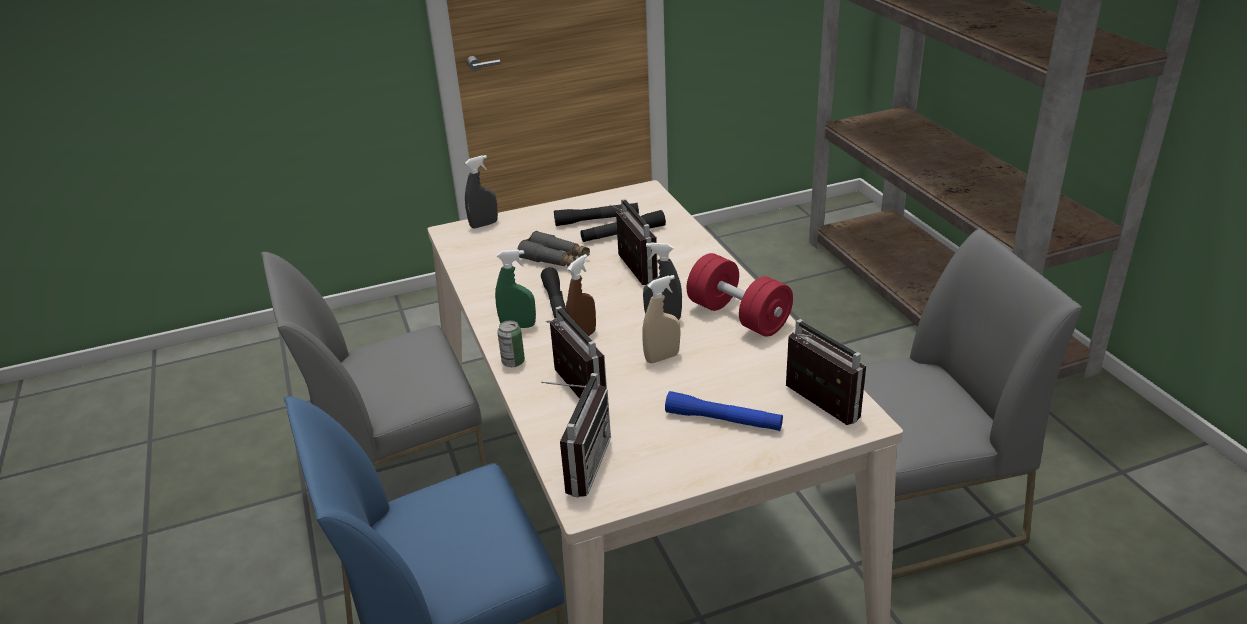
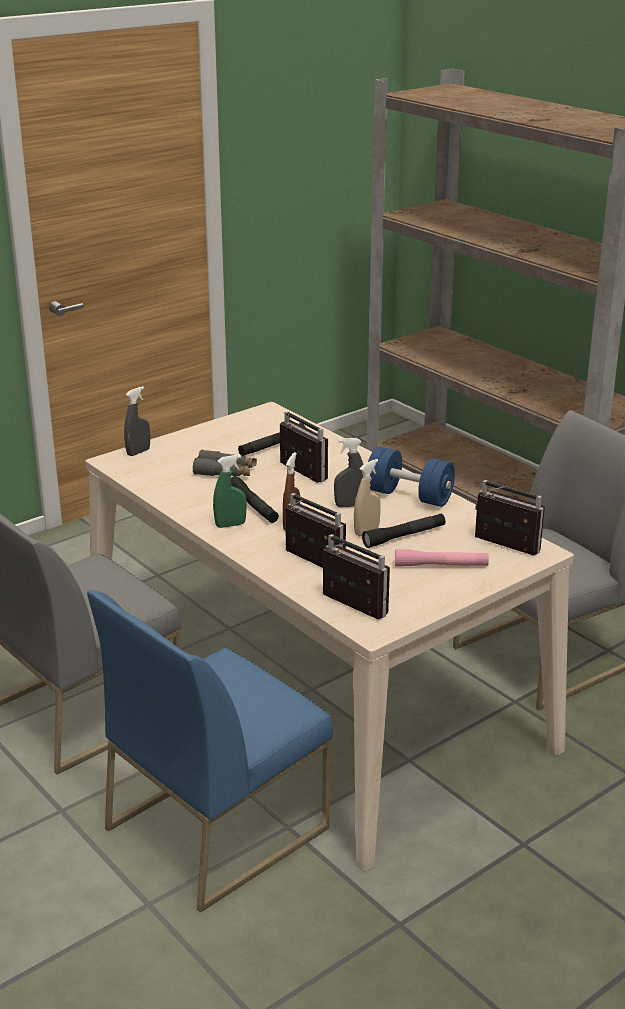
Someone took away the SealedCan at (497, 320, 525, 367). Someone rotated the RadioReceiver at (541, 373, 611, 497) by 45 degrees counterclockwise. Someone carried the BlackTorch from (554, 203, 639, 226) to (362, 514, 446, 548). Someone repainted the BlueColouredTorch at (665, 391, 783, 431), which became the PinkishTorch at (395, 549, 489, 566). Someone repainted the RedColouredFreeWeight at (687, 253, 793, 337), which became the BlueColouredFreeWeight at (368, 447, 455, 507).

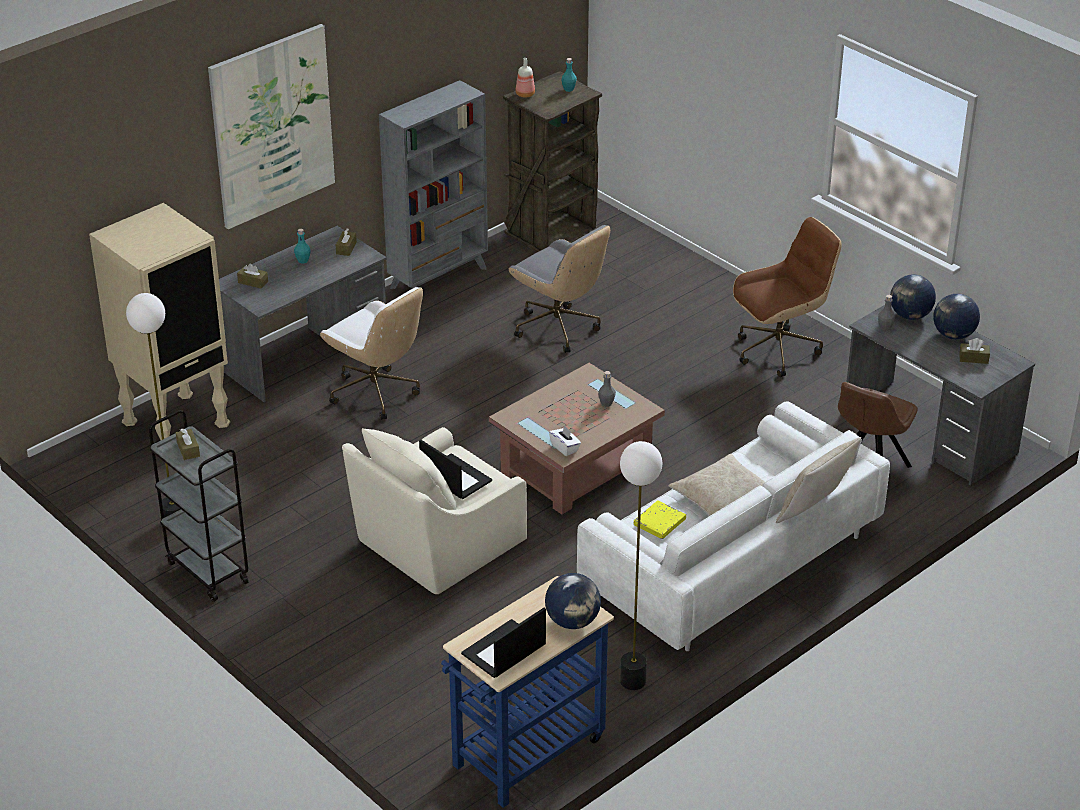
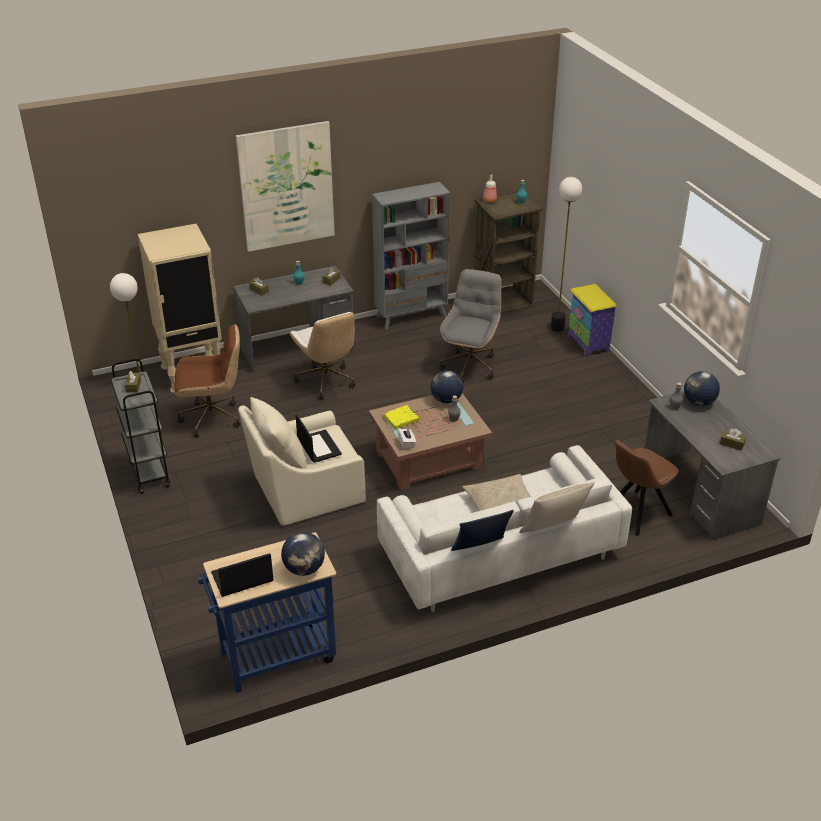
Someone rotated the GrayDeskChair at (509, 225, 610, 353) by 135 degrees counterclockwise. Someone carried the StandardLamp from (620, 441, 662, 690) to (550, 177, 582, 332). Someone carried the YellowishBoundBook from (634, 501, 686, 539) to (383, 405, 419, 429). Someone carried the BrownishDeskChair from (733, 217, 842, 377) to (174, 324, 240, 438). Someone carried the DeskGlobe from (933, 294, 980, 340) to (430, 370, 463, 403). Someone put down the BlueColouredThrowPillow at (451, 510, 514, 551). Someone put down the BedsideTable at (568, 284, 617, 357).

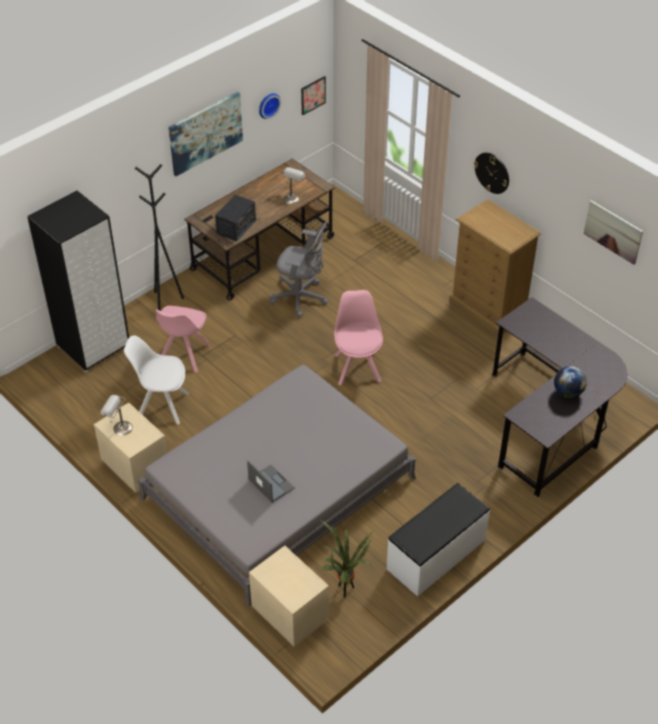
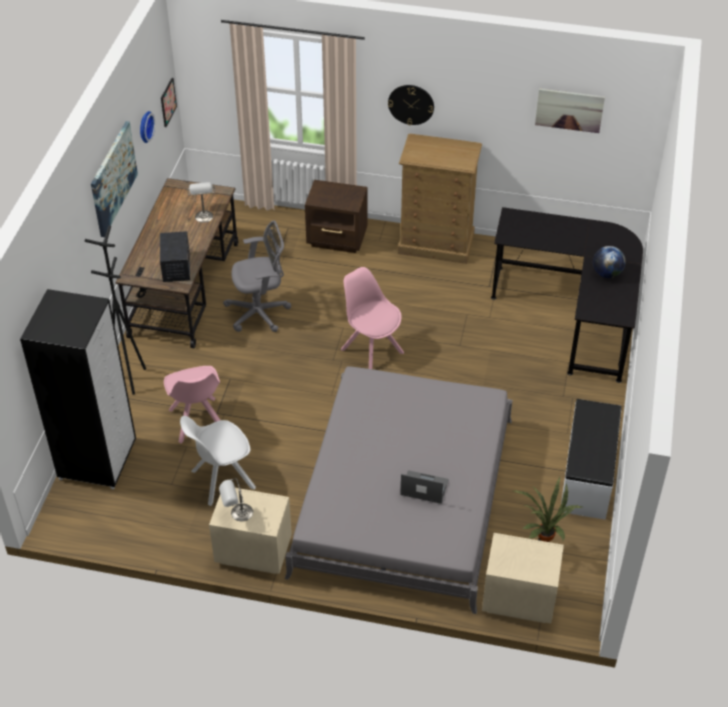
Someone put down the BrownishBedsideTable at (305, 180, 368, 253).

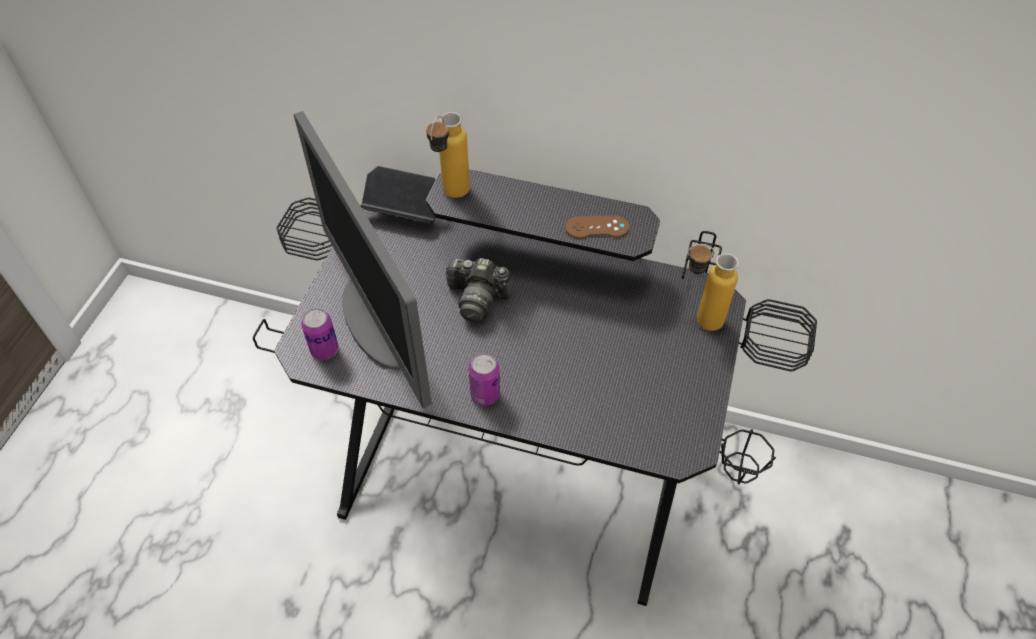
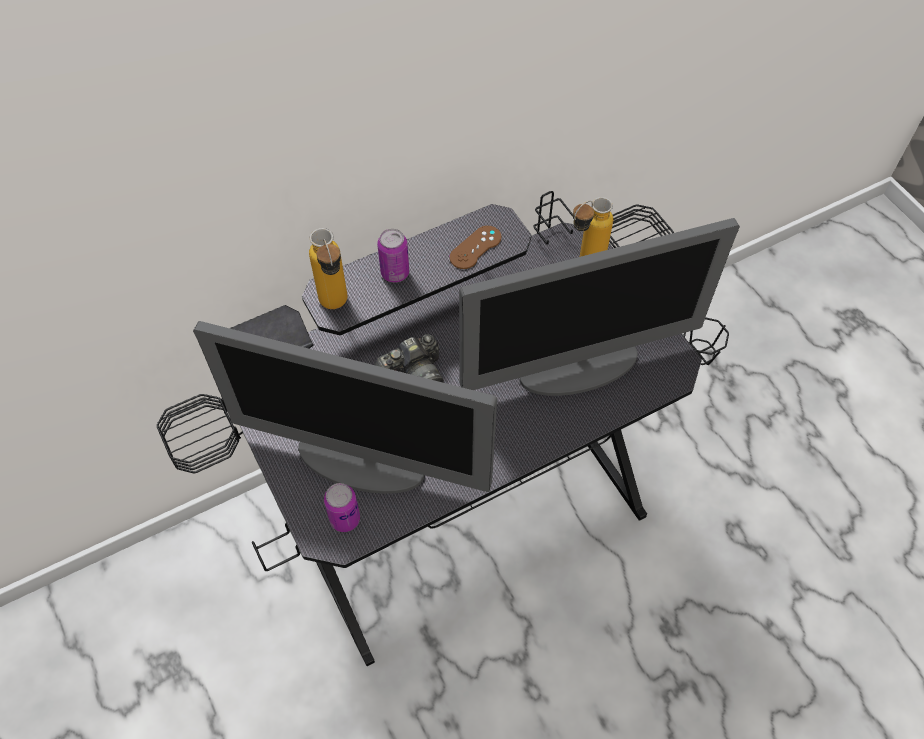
Someone carried the SealedCan from (469, 353, 500, 405) to (377, 229, 409, 283). Someone put down the Monitor at (459, 218, 740, 396).

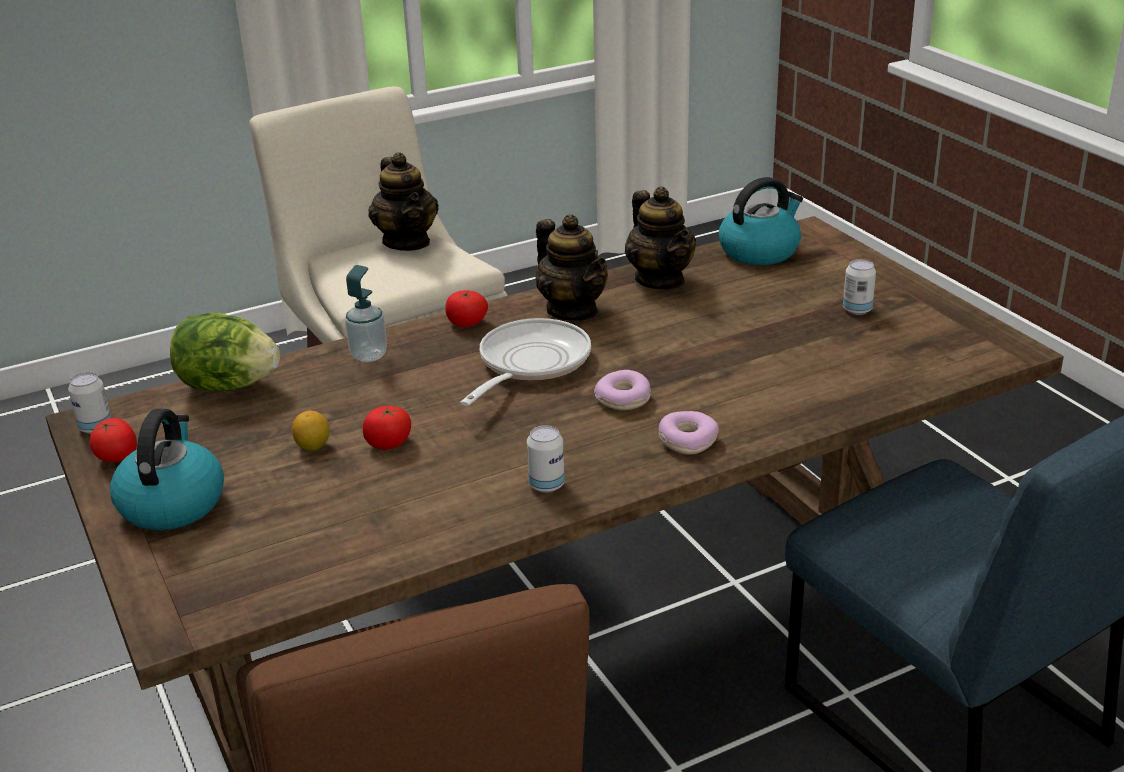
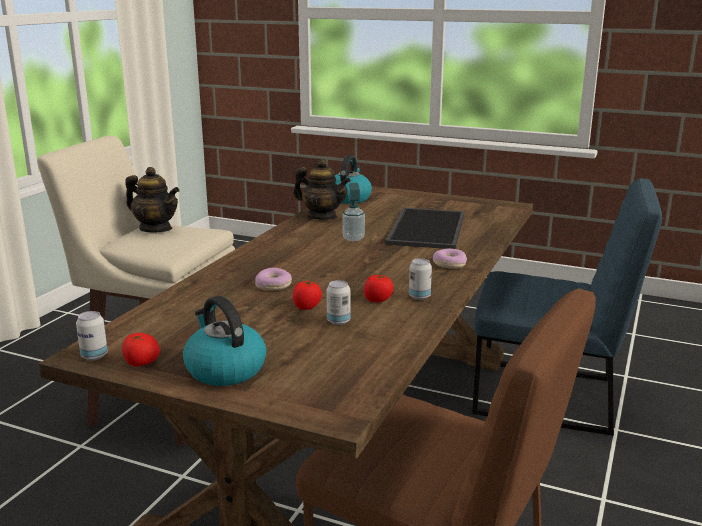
Someone took away the Lettuce at (170, 313, 280, 391). Someone took away the WholeLemon at (292, 411, 330, 451). Someone carried the SoapBottle from (345, 265, 387, 362) to (343, 183, 365, 241). Someone carried the FreshTomato from (445, 290, 488, 327) to (364, 275, 393, 302). Someone took away the Skillet at (460, 318, 591, 406). Someone took away the Teapot at (536, 214, 608, 321). Someone carried the Doughnut from (594, 370, 651, 410) to (255, 268, 292, 291). Someone carried the SealedCan from (843, 259, 876, 315) to (327, 280, 350, 325). Someone put down the Tray at (385, 208, 465, 249).

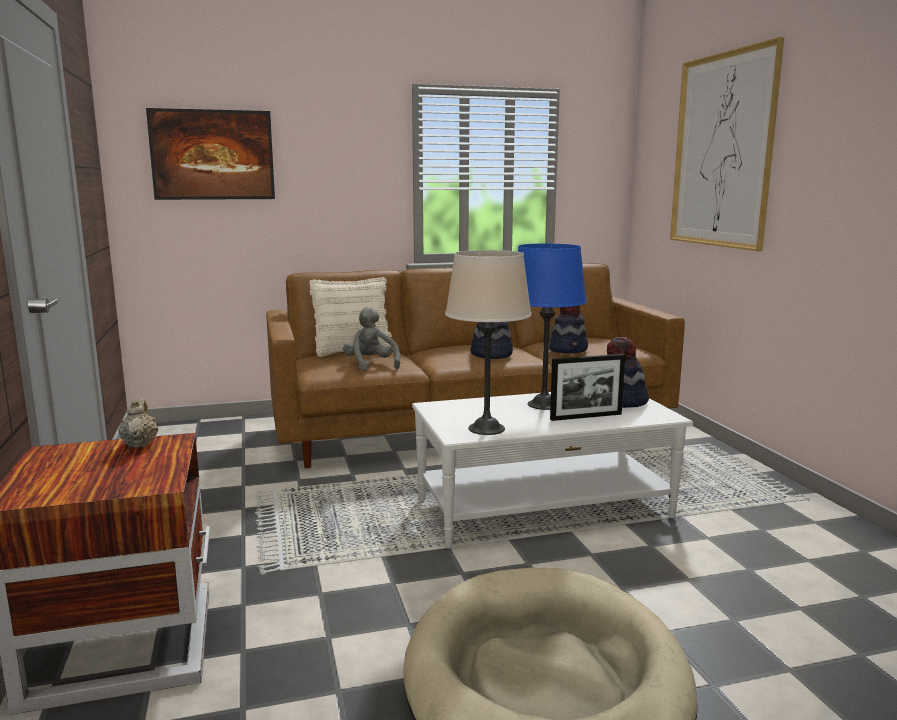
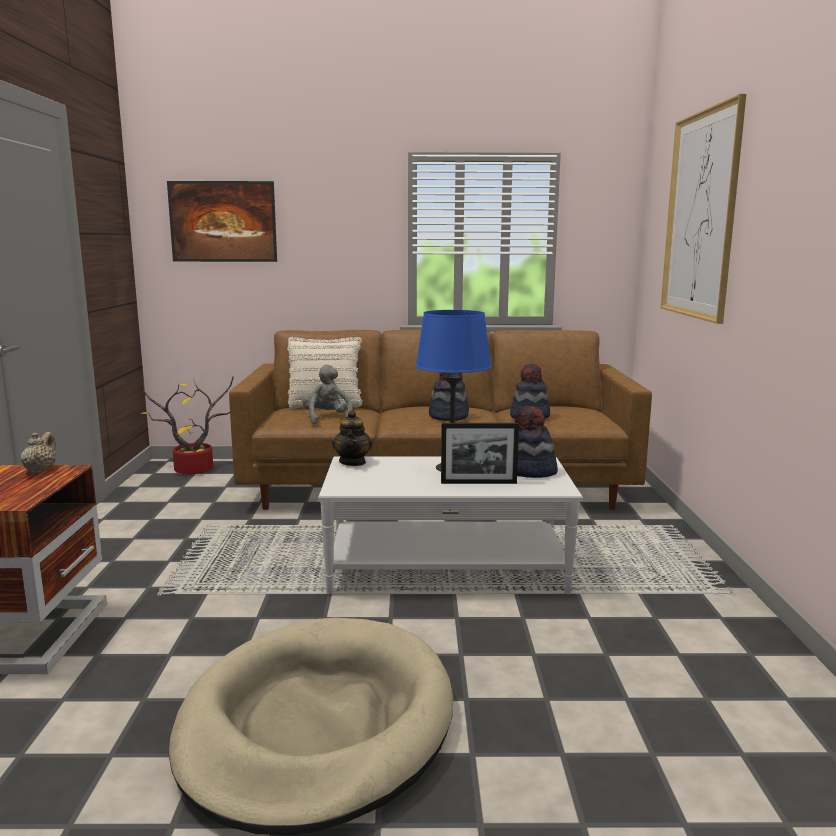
Someone took away the BeigeColouredTableLamp at (445, 250, 531, 435). Someone put down the PlantInAPot at (140, 376, 234, 474). Someone put down the Teapot at (332, 410, 373, 466).

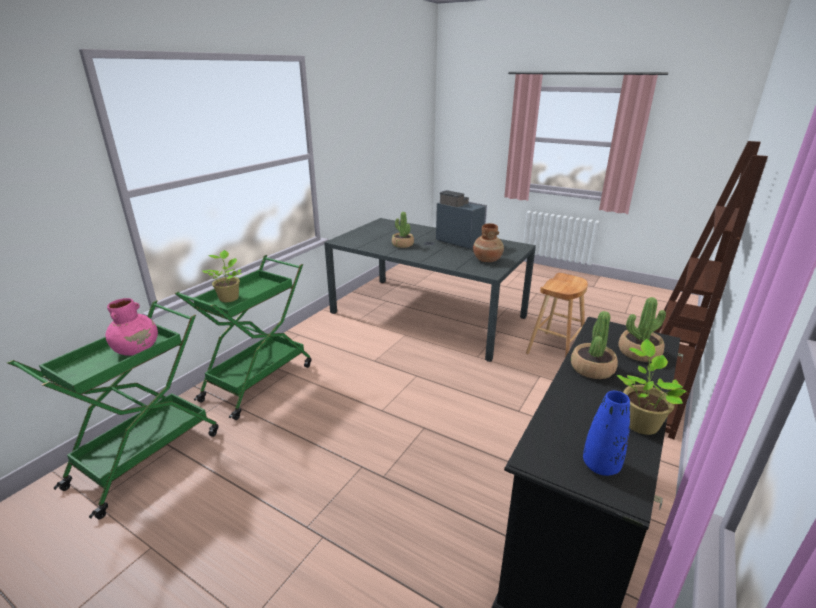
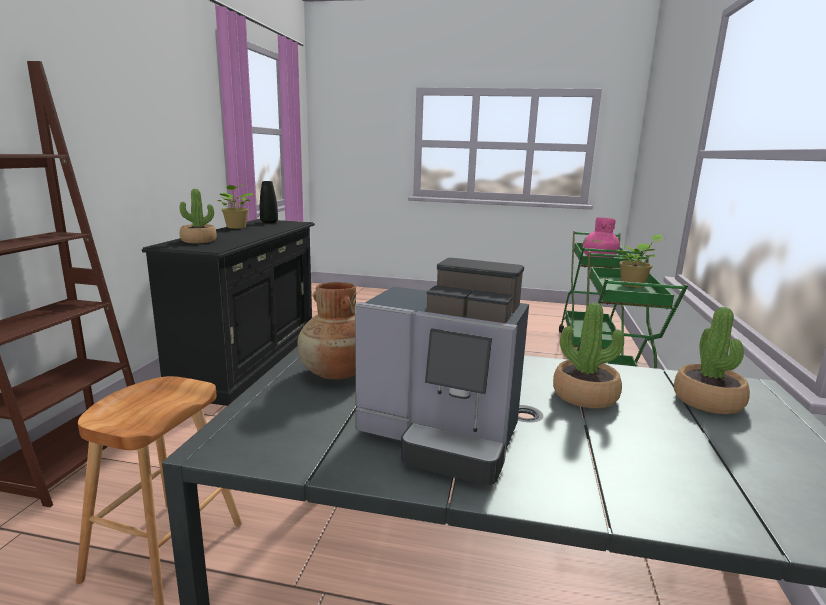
Someone carried the PlantInAPot from (571, 311, 618, 379) to (674, 307, 750, 414). Someone repainted the BlueColouredFlowerVase at (583, 391, 630, 476), which became the BlackFlowerVase at (260, 181, 278, 223).

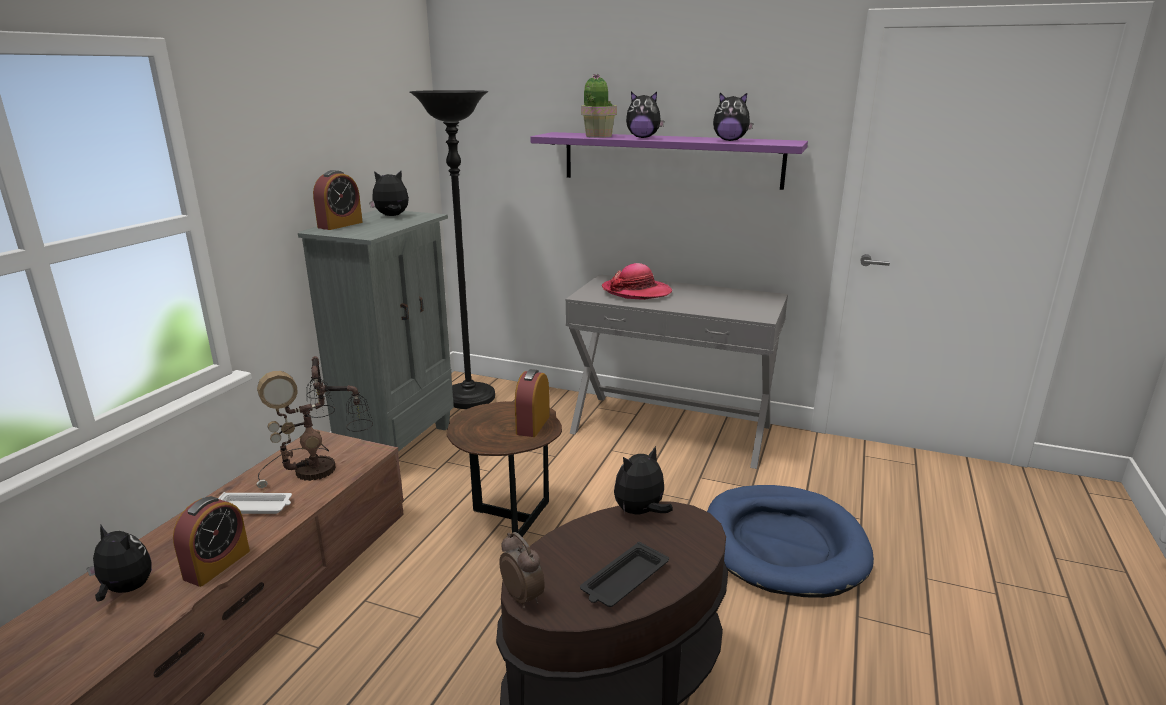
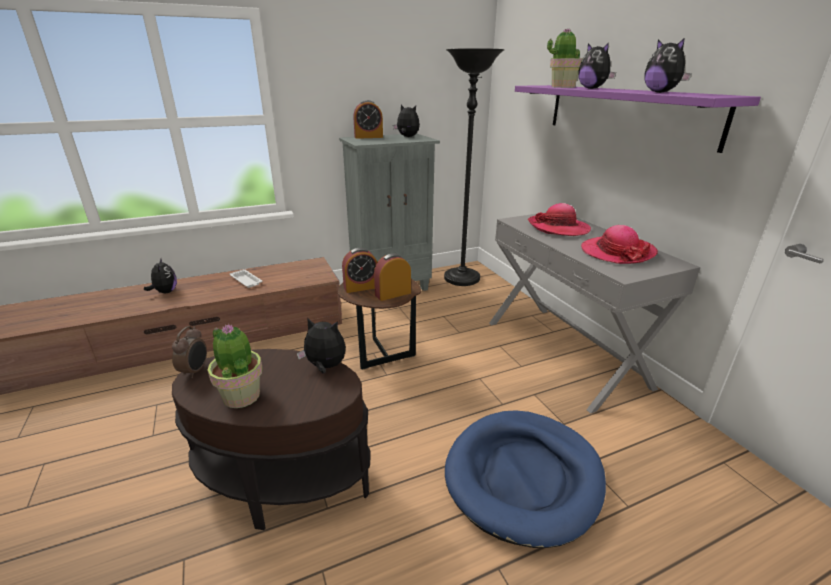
Someone carried the AlarmClock from (173, 496, 250, 587) to (342, 248, 377, 293). Someone took away the TableLamp at (256, 356, 373, 488). Someone swapped the BlackTray at (580, 542, 669, 607) for the PlantInAPot at (208, 324, 263, 408). Someone put down the ClothingHat at (581, 225, 658, 264).

